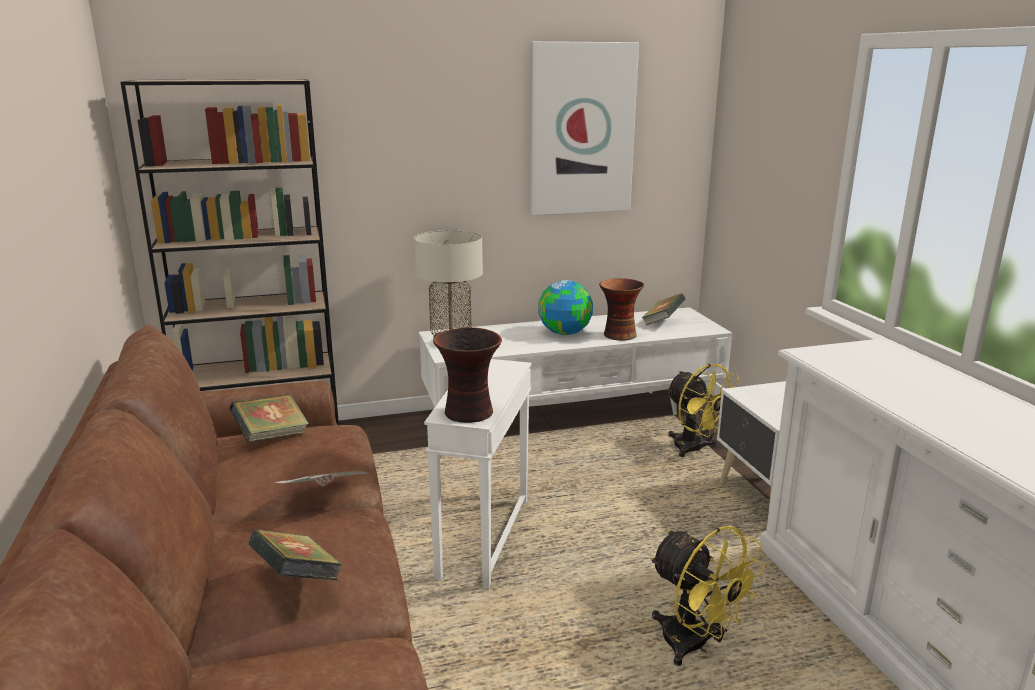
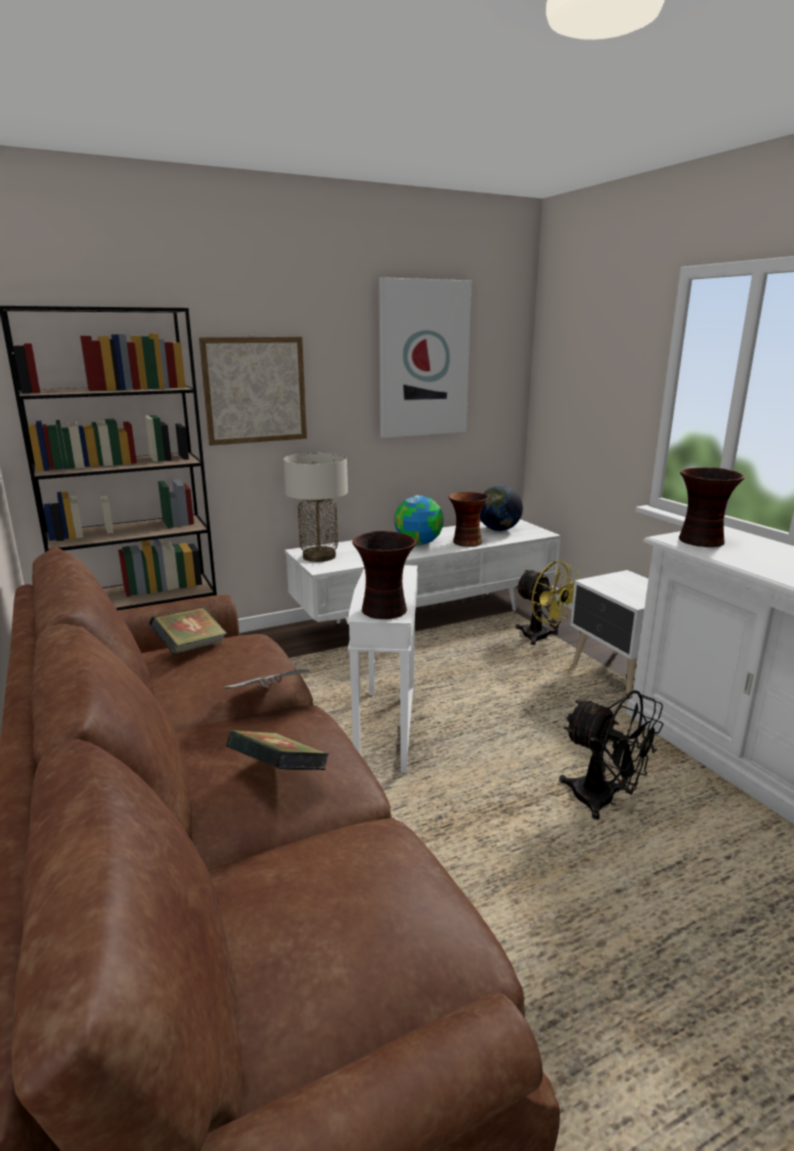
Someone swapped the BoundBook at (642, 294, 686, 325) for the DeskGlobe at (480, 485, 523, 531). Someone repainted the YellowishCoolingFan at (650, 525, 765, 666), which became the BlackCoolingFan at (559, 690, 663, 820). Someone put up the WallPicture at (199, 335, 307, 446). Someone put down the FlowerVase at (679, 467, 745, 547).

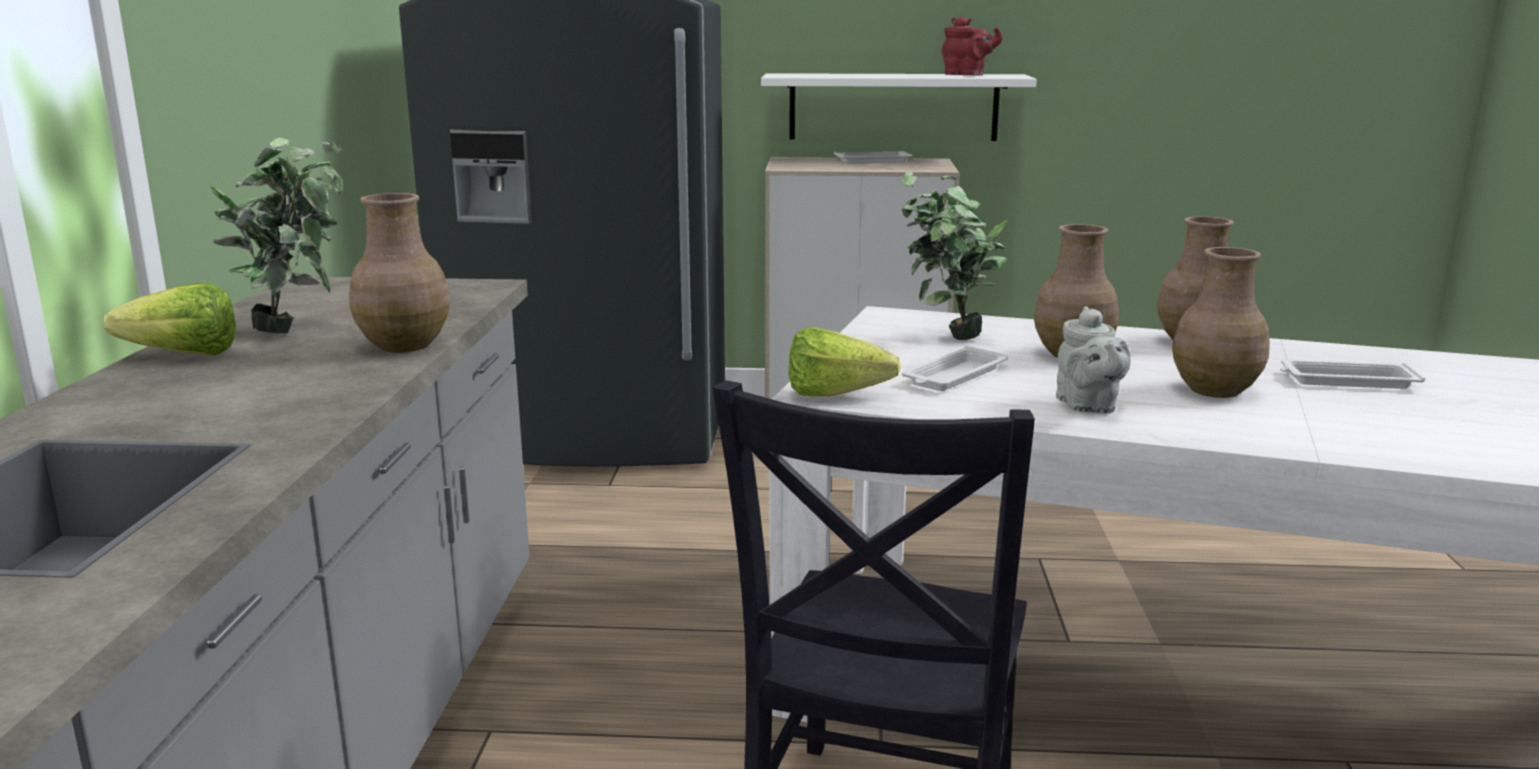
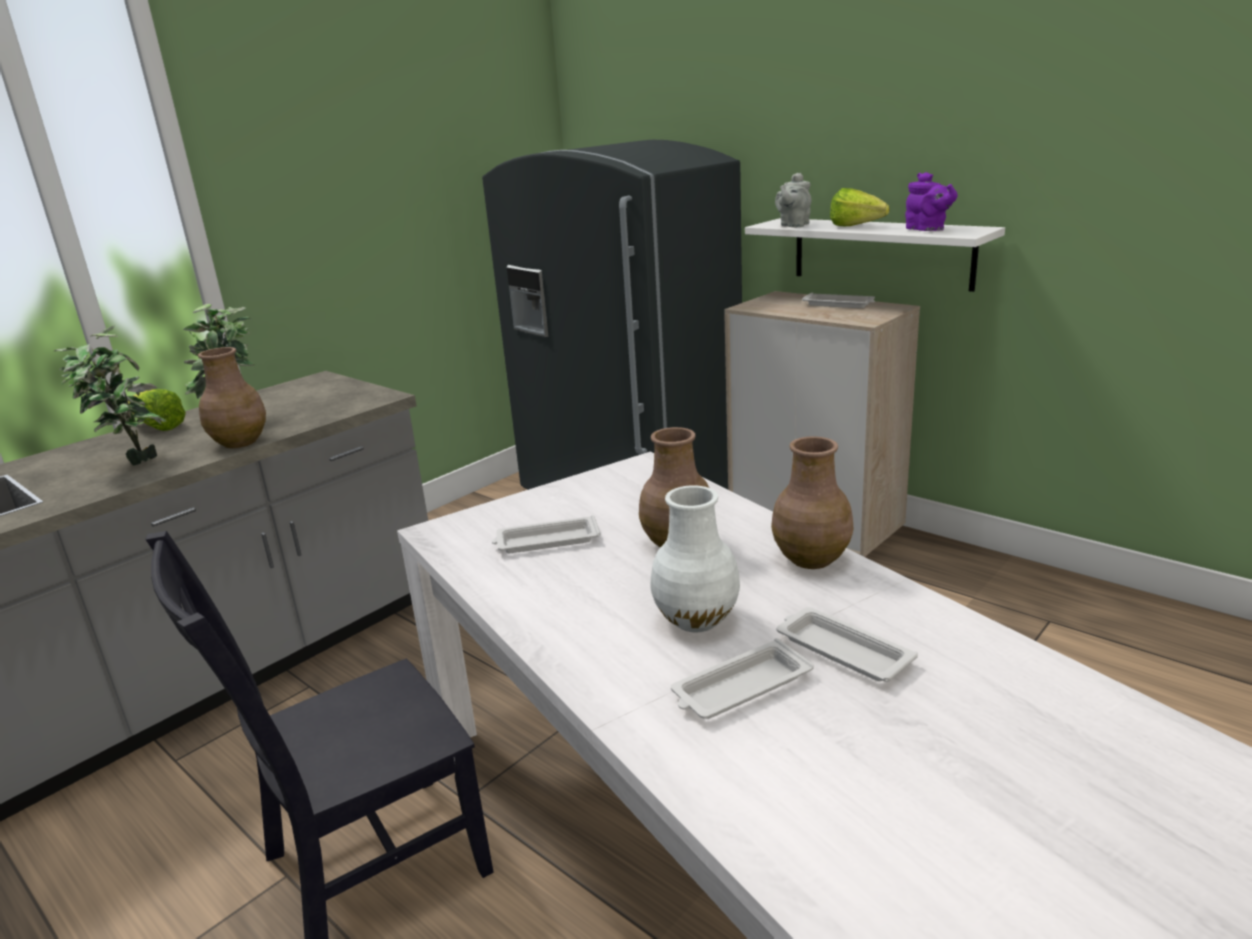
Someone carried the Lettuce from (789, 327, 901, 396) to (830, 188, 889, 226). Someone carried the PlantInAPot from (902, 172, 1007, 340) to (54, 326, 166, 466). Someone repainted the RedColouredTeapot at (942, 17, 1003, 76), which became the PurpleTeapot at (905, 172, 958, 231). Someone carried the GrayTeapot from (1056, 306, 1131, 414) to (775, 173, 811, 227). Someone repainted the BrownishFlowerVase at (1172, 247, 1270, 398), which became the WhiteFlowerVase at (650, 485, 740, 632). Someone put down the WhiteTray at (671, 638, 814, 719).

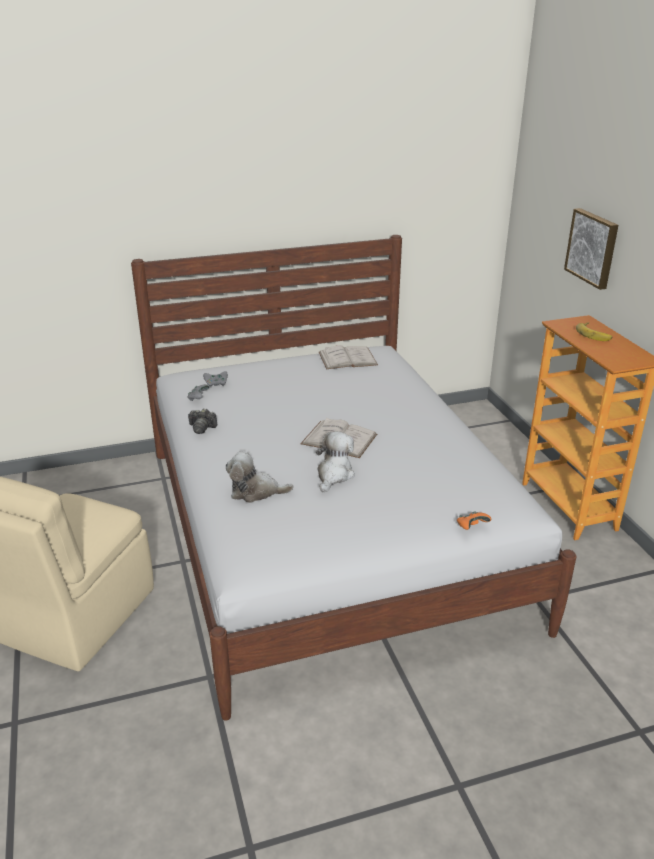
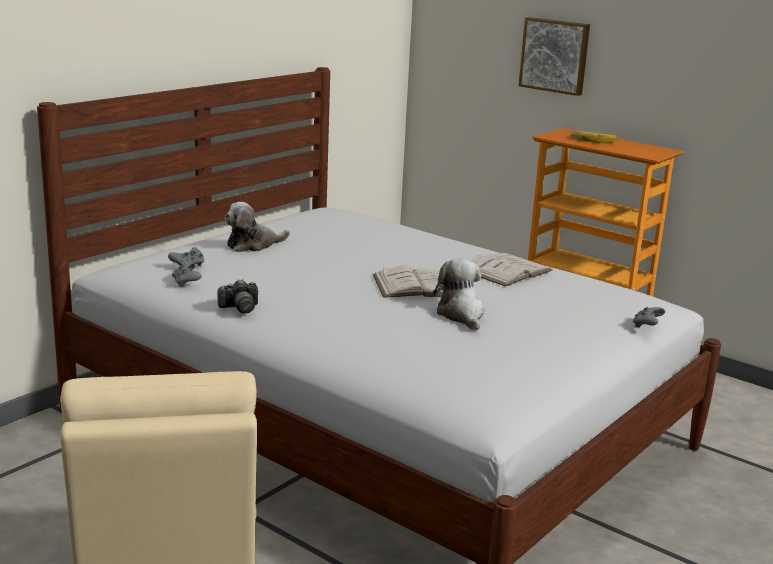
Someone carried the SoftToy from (226, 451, 294, 503) to (224, 202, 290, 252). Someone carried the WhiteBoundBook from (319, 345, 378, 369) to (470, 253, 552, 287). Someone repainted the OrangeGamepad at (457, 512, 491, 530), which became the GrayGamepad at (633, 307, 665, 328).

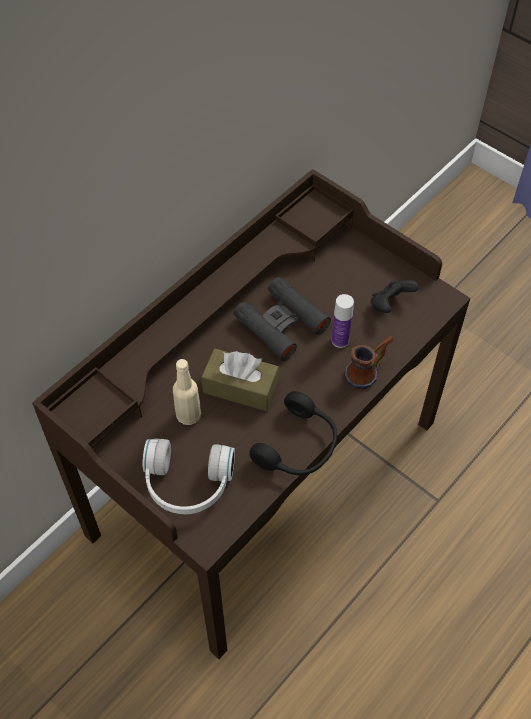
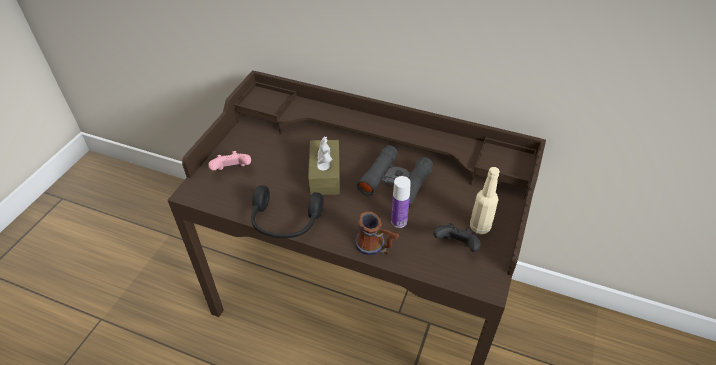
Someone swapped the WhitePairOfHeadphones at (142, 439, 235, 514) for the PinkishGamepad at (208, 151, 251, 171). Someone carried the BeigeColouredBottle from (173, 359, 201, 425) to (470, 167, 500, 234).

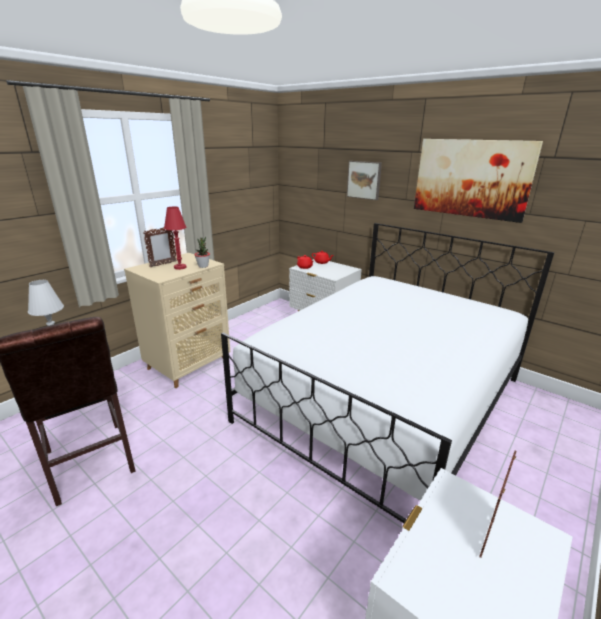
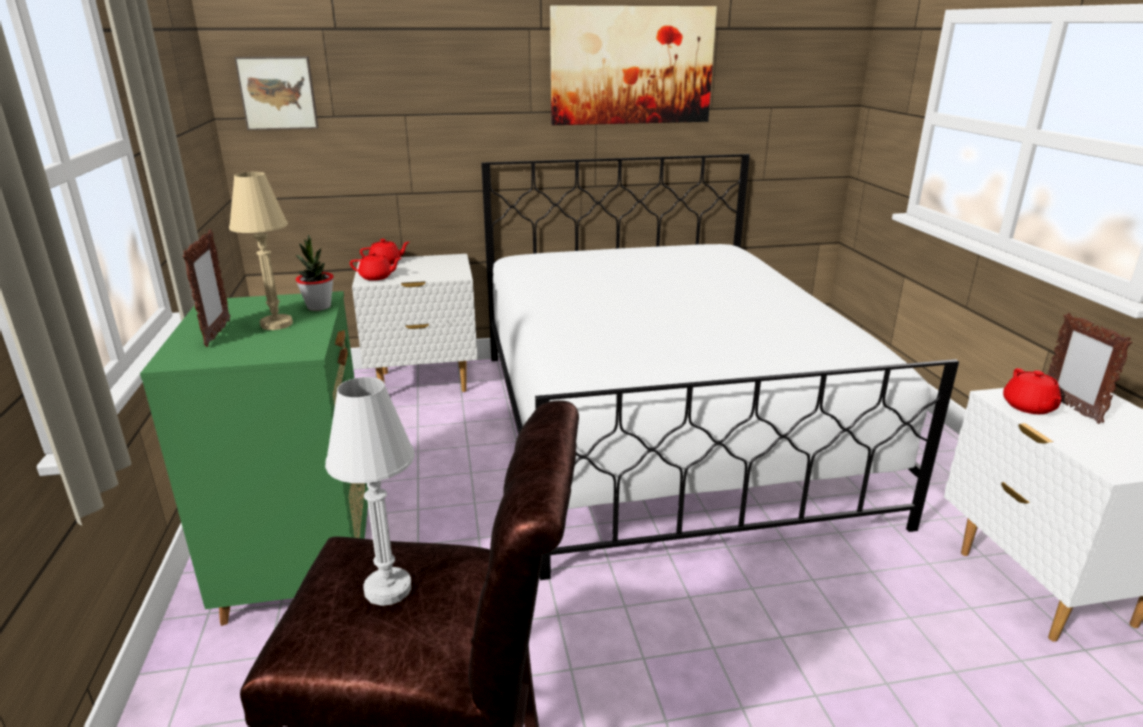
Someone repainted the BeigeColouredDrawerChest at (124, 253, 230, 388), which became the GreenColouredDrawerChest at (140, 291, 369, 626). Someone repainted the RedColouredTableLamp at (164, 207, 187, 270), which became the BeigeColouredTableLamp at (229, 172, 293, 330). Someone carried the WallPicture from (347, 161, 382, 200) to (234, 56, 318, 130). Someone put down the RedColouredTeapot at (1003, 368, 1061, 414).

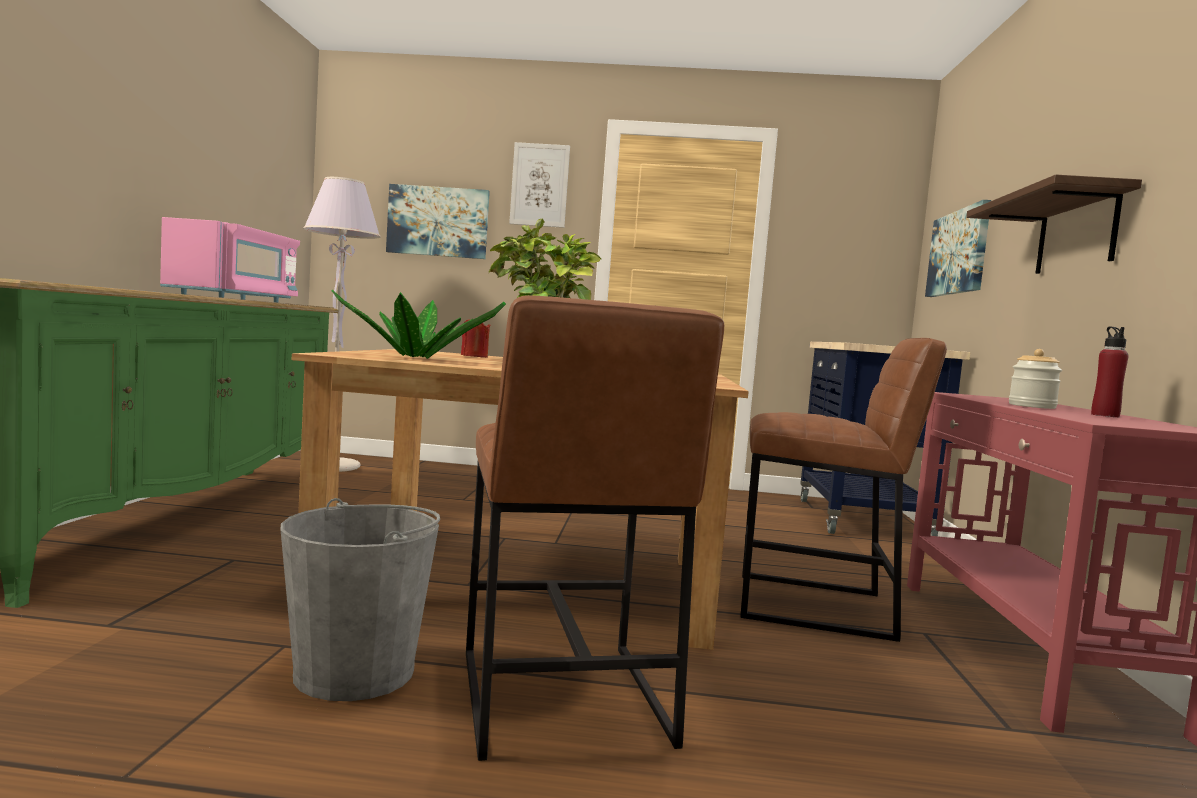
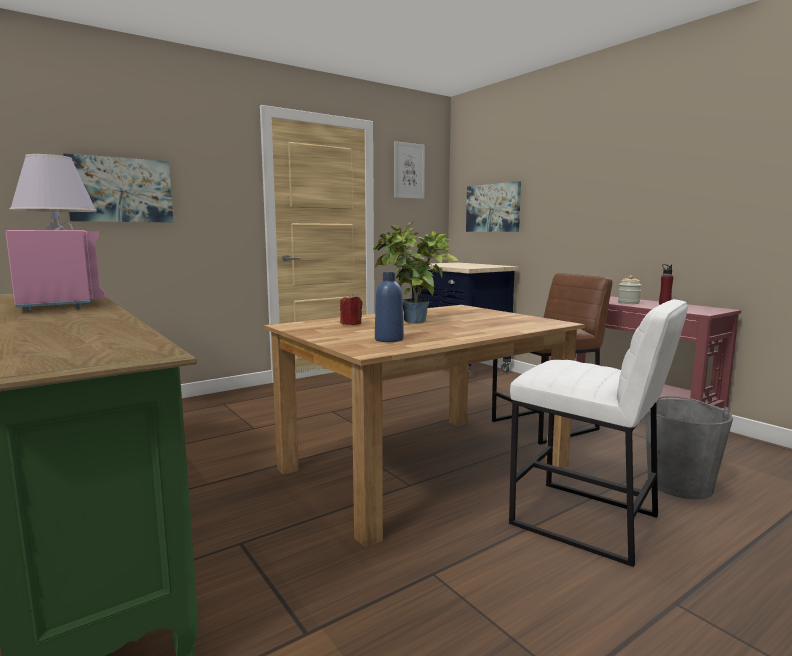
Someone carried the GrayPail from (281, 498, 440, 701) to (645, 396, 733, 499). Someone swapped the PlantInAPot at (331, 289, 506, 359) for the BlueColouredBottle at (375, 272, 404, 342). Someone repainted the BrownishChair at (466, 295, 724, 761), which became the WhiteChair at (509, 299, 688, 567). Someone carried the WallPicture from (509, 142, 570, 228) to (394, 141, 425, 199). Someone took away the BracketShelf at (966, 175, 1142, 274).

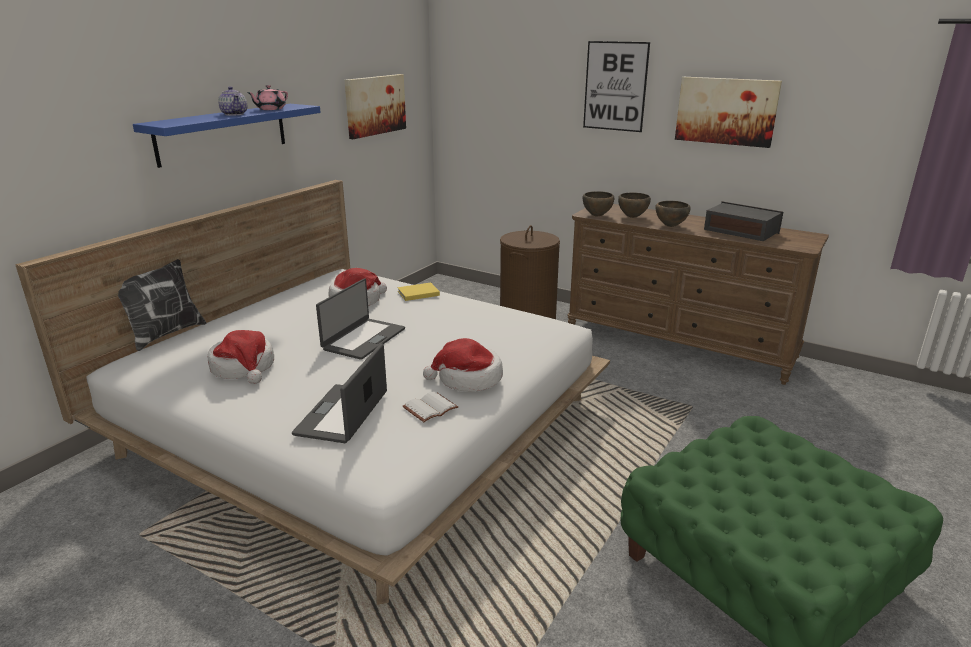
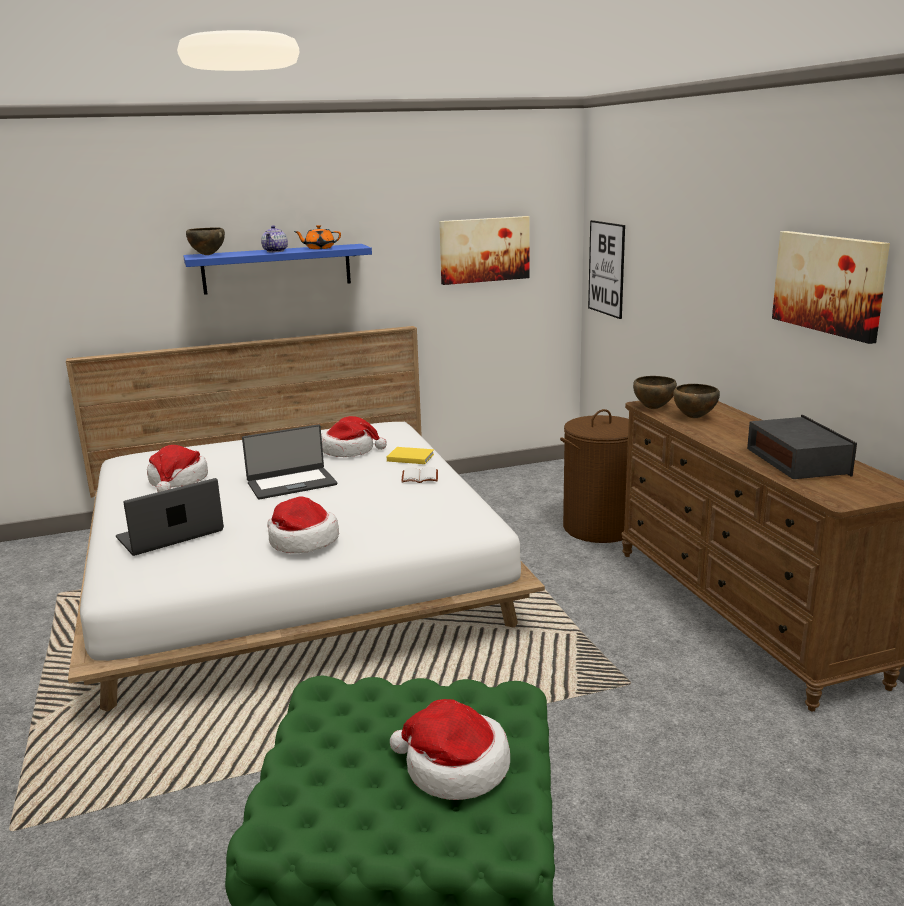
Someone took away the ThrowPillow at (118, 259, 207, 351). Someone repainted the PinkishTeapot at (247, 85, 288, 110), which became the OrangeTeapot at (294, 225, 341, 249). Someone carried the WhiteBoundBook from (402, 391, 458, 422) to (401, 467, 438, 483). Someone carried the WallPicture from (583, 41, 650, 132) to (588, 220, 625, 319). Someone carried the BrownishDeepDish from (656, 201, 691, 227) to (186, 228, 225, 255). Someone put down the ClothingHat at (390, 699, 510, 800).

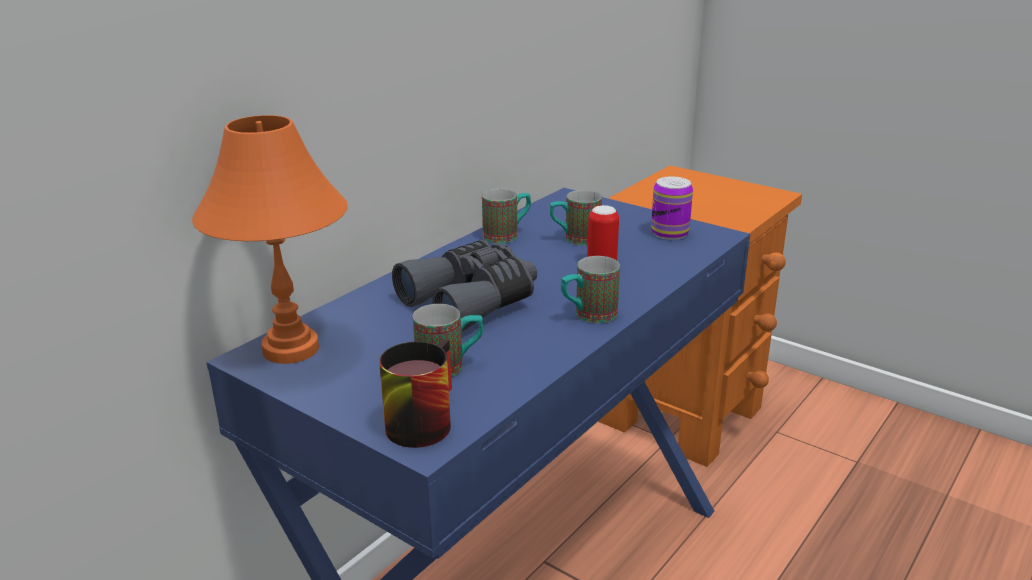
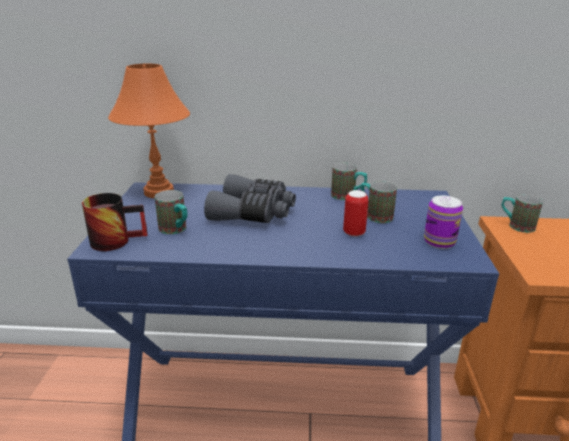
Someone carried the CoffeeMug from (561, 256, 620, 323) to (502, 194, 543, 233).

